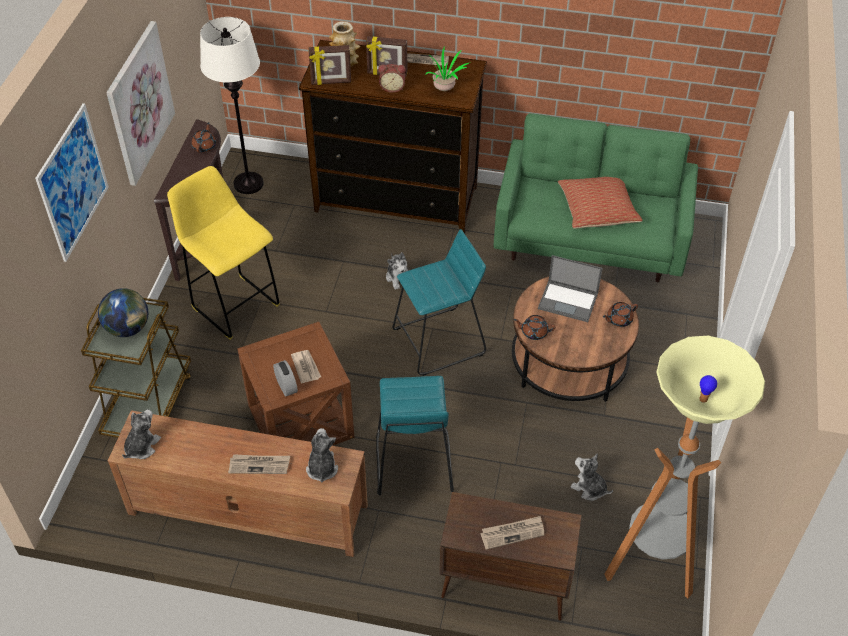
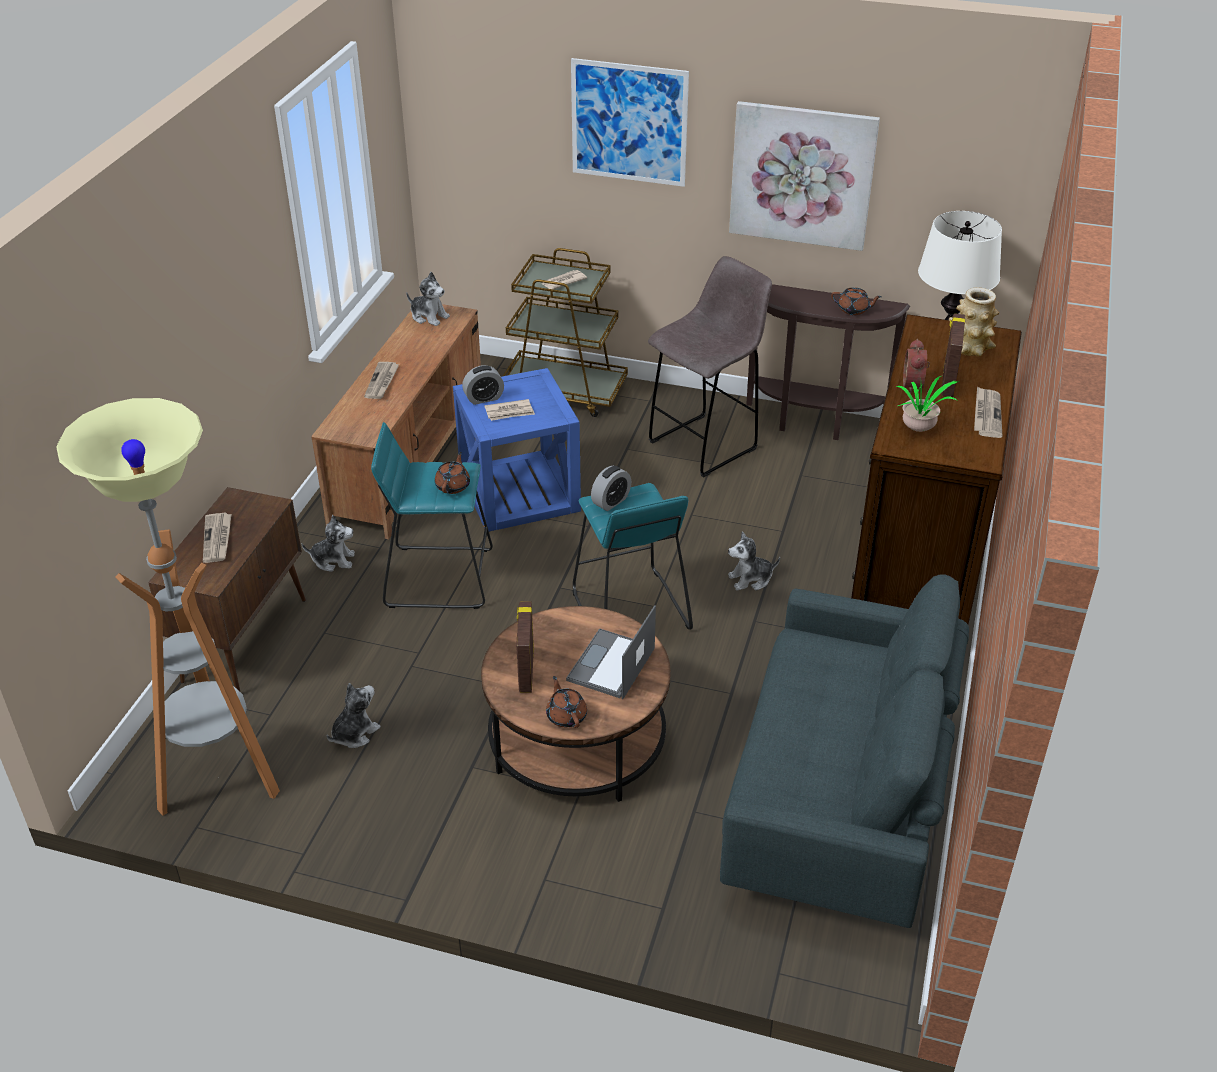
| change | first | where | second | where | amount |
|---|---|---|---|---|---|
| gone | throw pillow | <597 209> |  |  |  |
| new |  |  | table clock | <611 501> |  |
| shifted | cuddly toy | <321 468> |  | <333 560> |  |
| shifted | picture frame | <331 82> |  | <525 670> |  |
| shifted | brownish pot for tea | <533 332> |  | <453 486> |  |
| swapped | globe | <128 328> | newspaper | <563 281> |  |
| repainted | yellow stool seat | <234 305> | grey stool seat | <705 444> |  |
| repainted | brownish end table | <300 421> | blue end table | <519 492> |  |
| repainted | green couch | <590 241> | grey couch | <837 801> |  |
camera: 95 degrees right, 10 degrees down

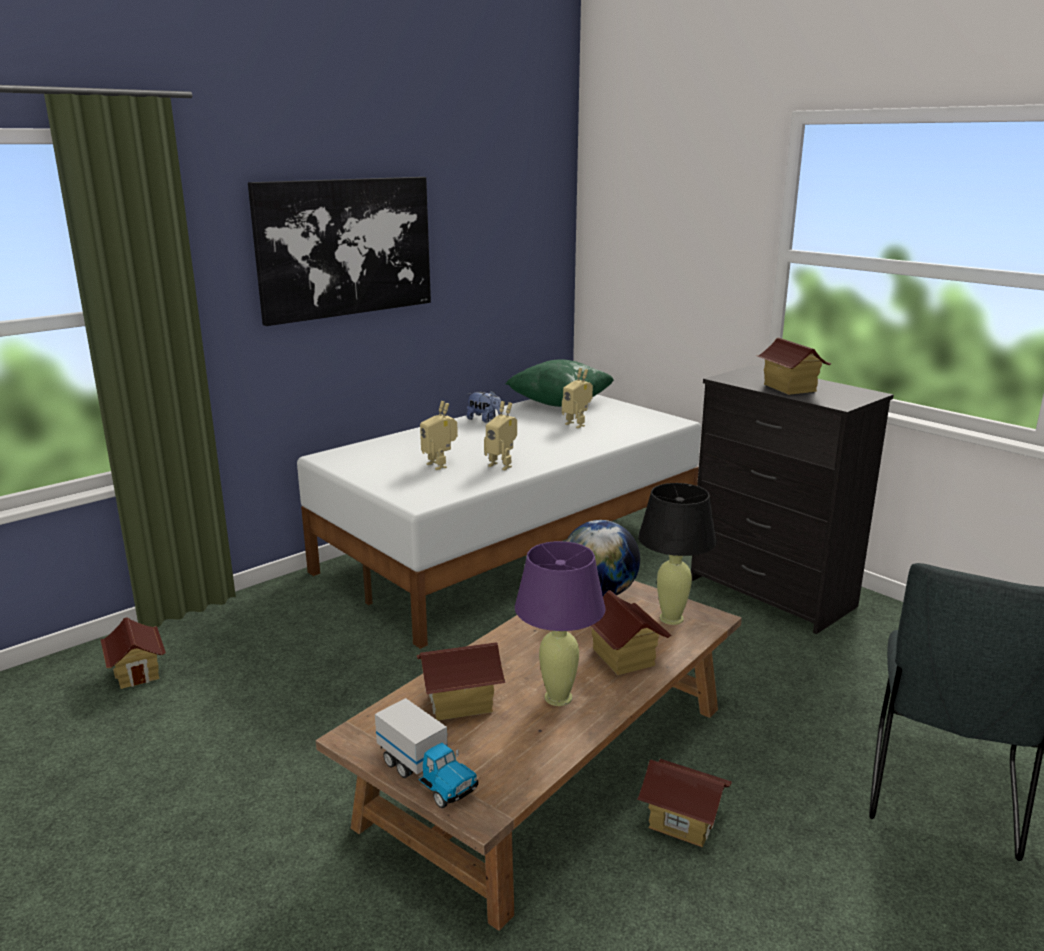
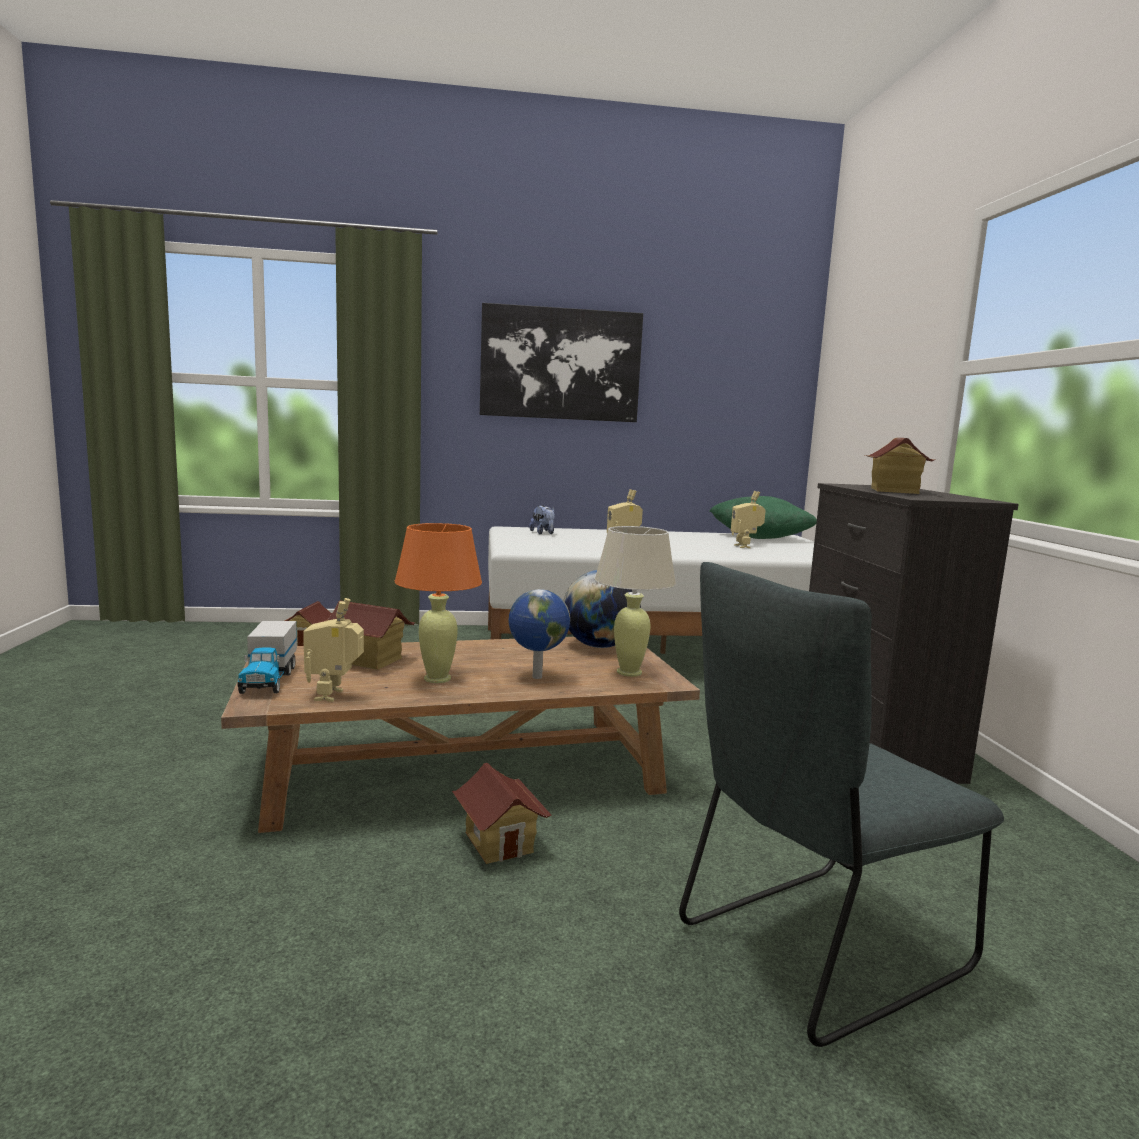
| change | first | where | second | where | amount |
|---|---|---|---|---|---|
| shifted | robot figure | <440 465> |  | <335 695> |  |
| shifted | cuddly toy | <484 420> |  | <543 533> |  |
| swapped | toy house | <622 657> | globe | <535 677> |  |
| repainted | purple lamp for a table | <558 697> | orange-coloured lamp for a table | <438 678> |  |
| repainted | black lamp for a table | <671 618> | beige-coloured lamp for a table | <629 672> |  |
camera: 35 degrees right, 10 degrees down

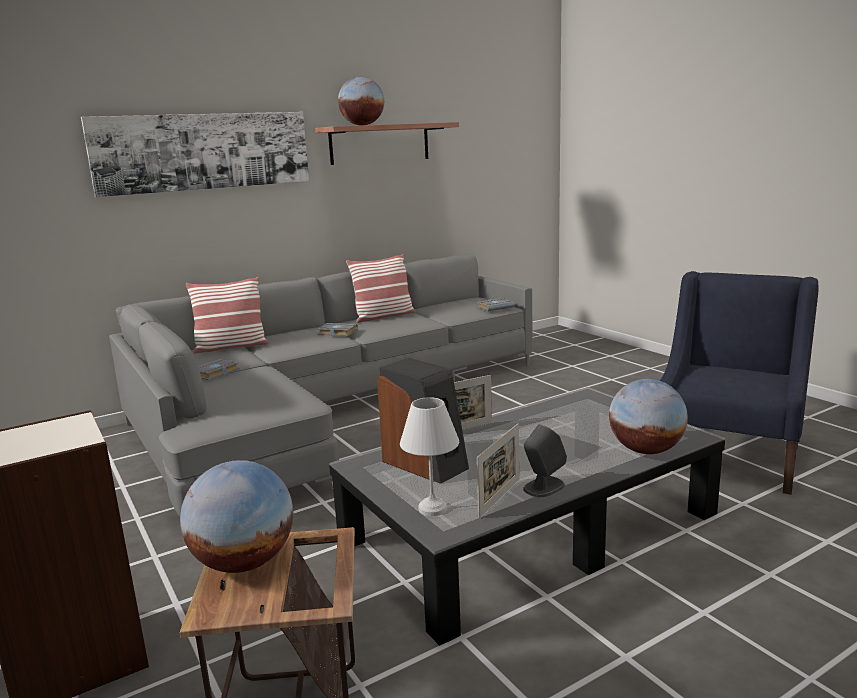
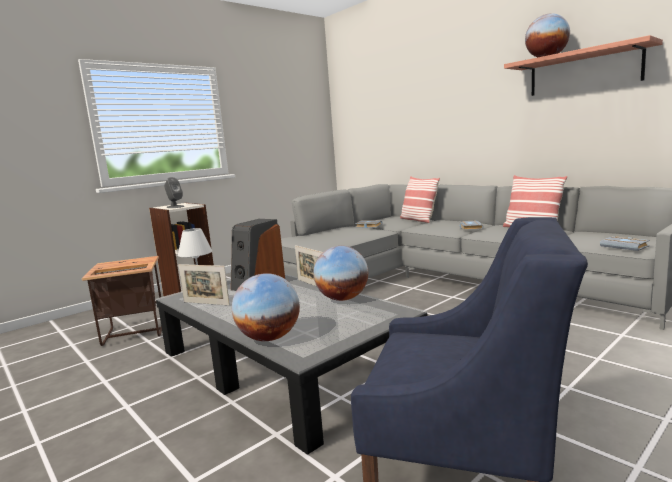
| change | first | where | second | where | amount |
|---|---|---|---|---|---|
| gone | wall art | <204 151> |  |  |  |
| shifted | globe | <243 563> |  | <342 299> |  |
| shifted | grey audio speaker | <543 487> |  | <175 207> |  |
camera: 80 degrees right, 5 degrees down

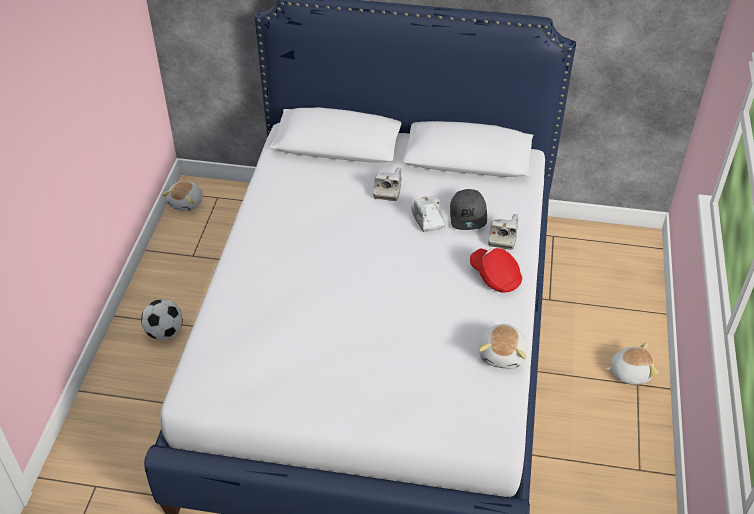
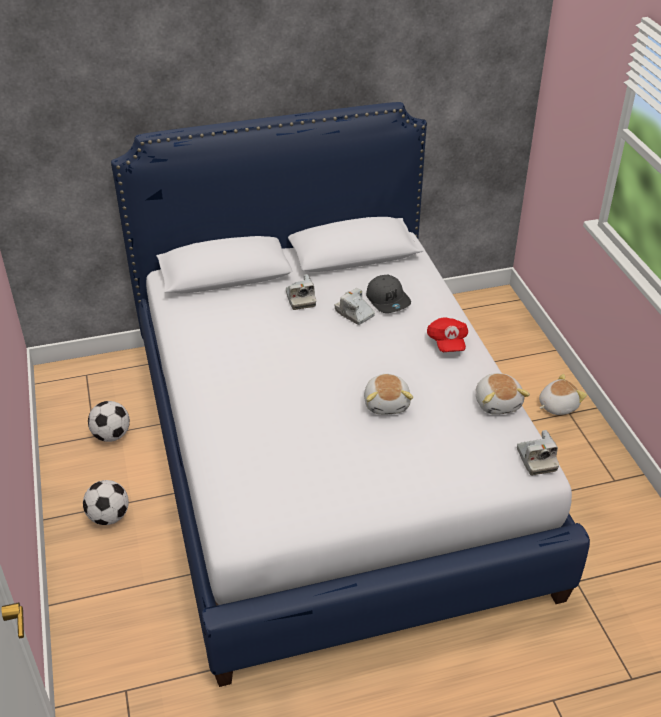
| change | first | where | second | where | amount |
|---|---|---|---|---|---|
| new |  |  | football ball | <111 435> |  |
| shifted | cuddly toy | <187 203> |  | <387 403> |  |
| shifted | still camera | <502 237> |  | <536 460> |  |
| rotated | red-coloured cap | <495 277> |  | <447 343> | 120 degrees counterclockwise |
camera: 25 degrees left, 5 degrees down

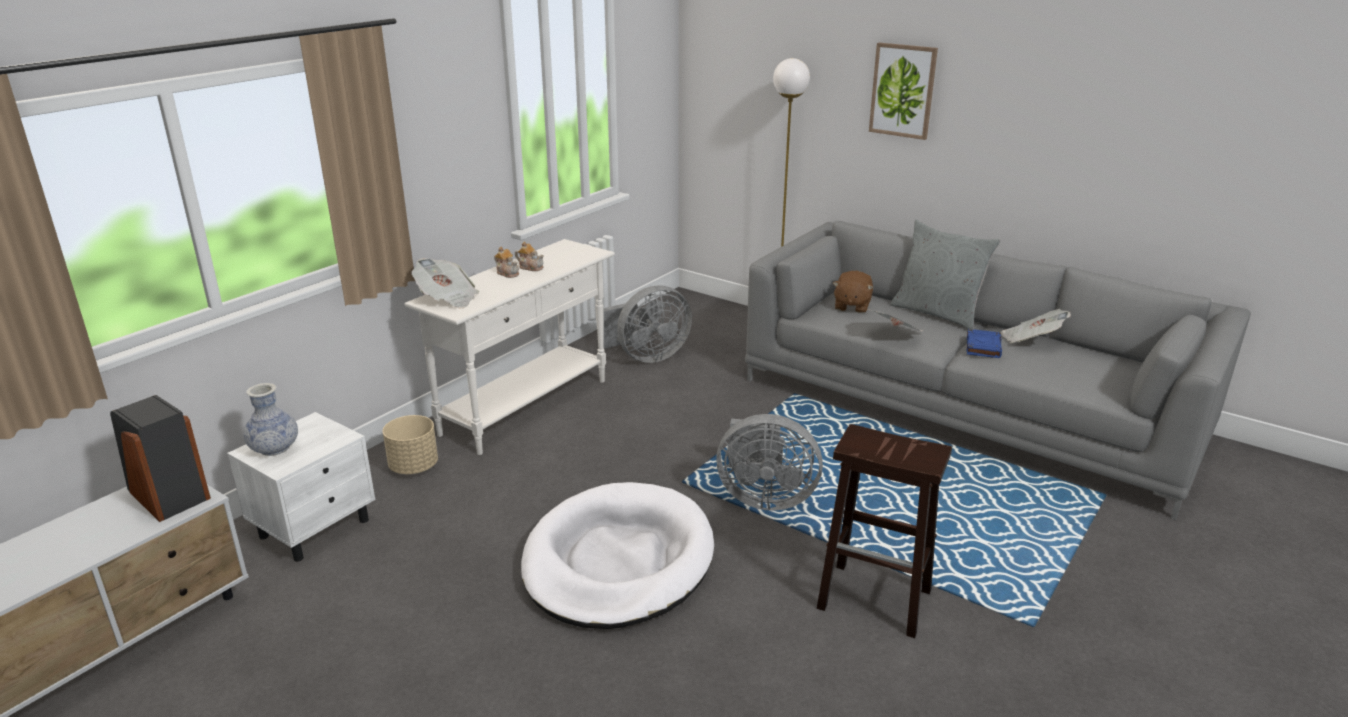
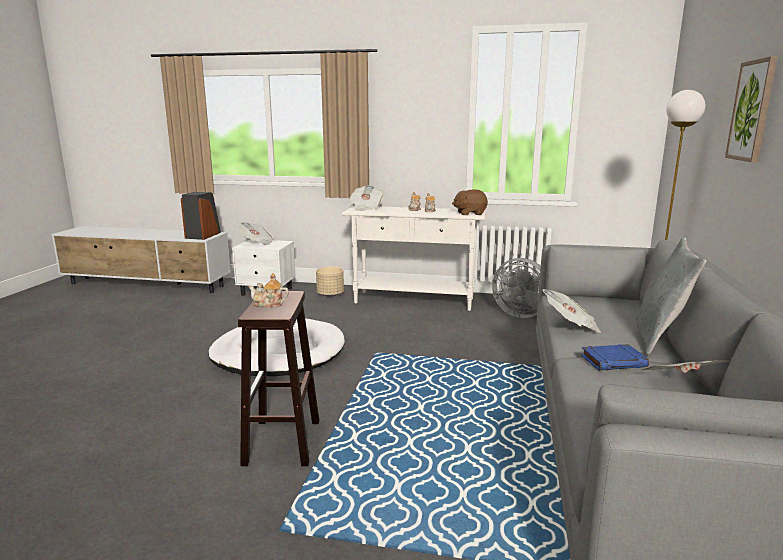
| change | first | where | second | where | amount |
|---|---|---|---|---|---|
| gone | grey fan | <764 498> |  |  |  |
| new |  |  | pot for tea | <268 305> |  |
| shifted | brownish cuddly toy | <851 306> |  | <470 213> |  |
| swapped | flower vase | <274 448> | newspaper | <257 242> |  |
camera: 65 degrees right, 10 degrees down

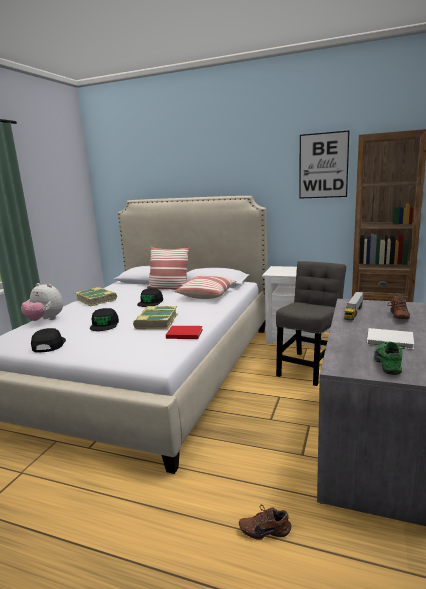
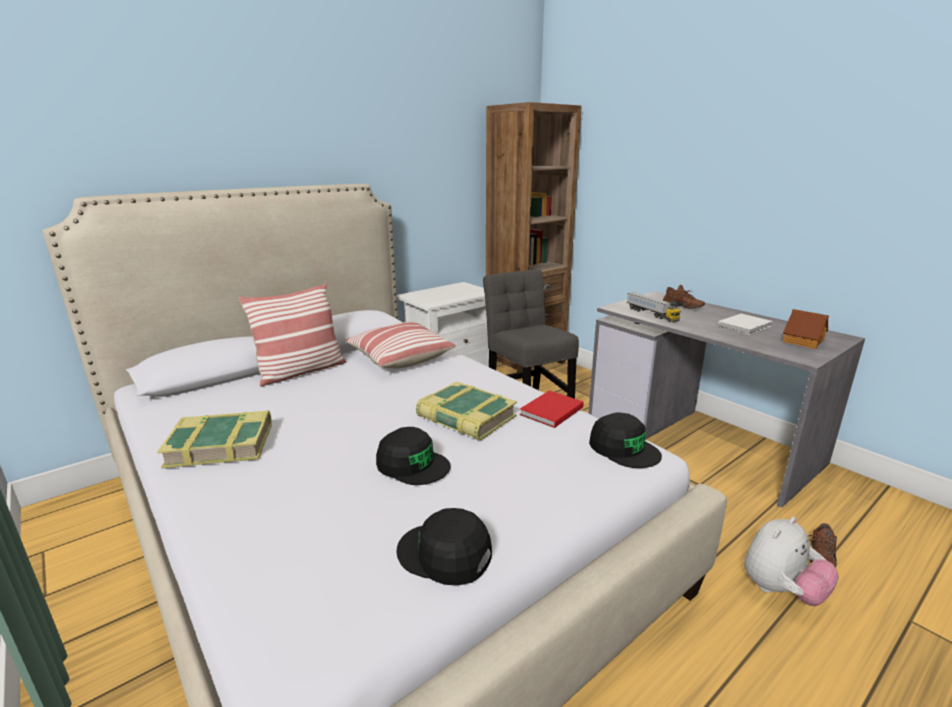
| change | first | where | second | where | amount |
|---|---|---|---|---|---|
| gone | wall art | <323 165> |  |  |  |
| shifted | cuddly toy | <45 320> |  | <780 591> |  |
| shifted | black cap | <150 302> |  | <623 448> |  |
| swapped | green item of footwear | <389 364> | toy house | <804 341> |  |
camera: 60 degrees left, 5 degrees up

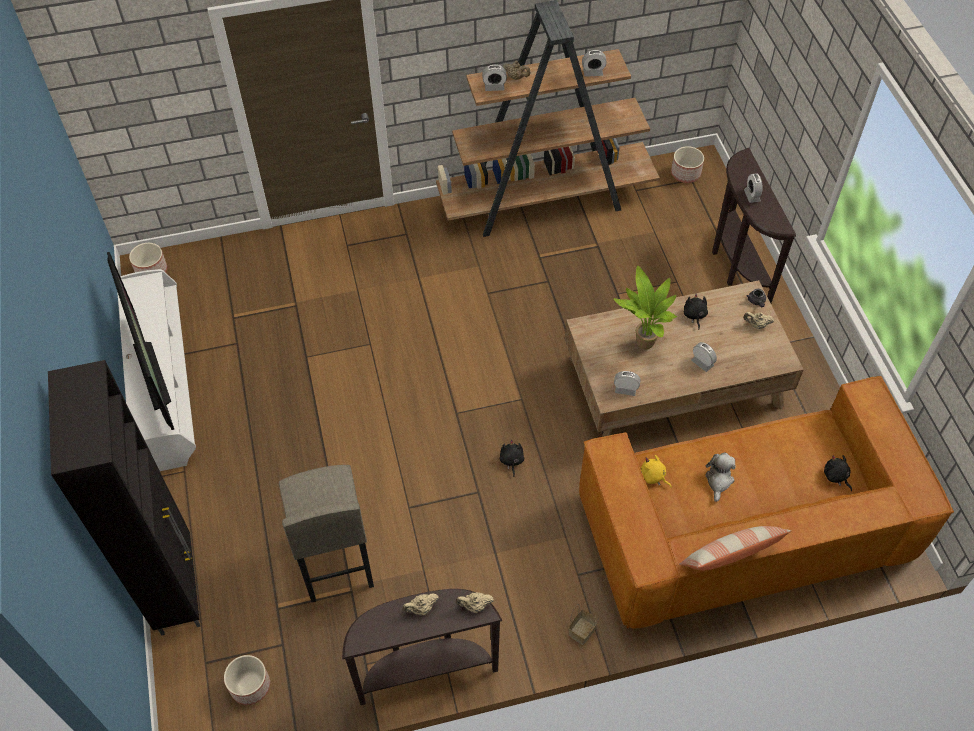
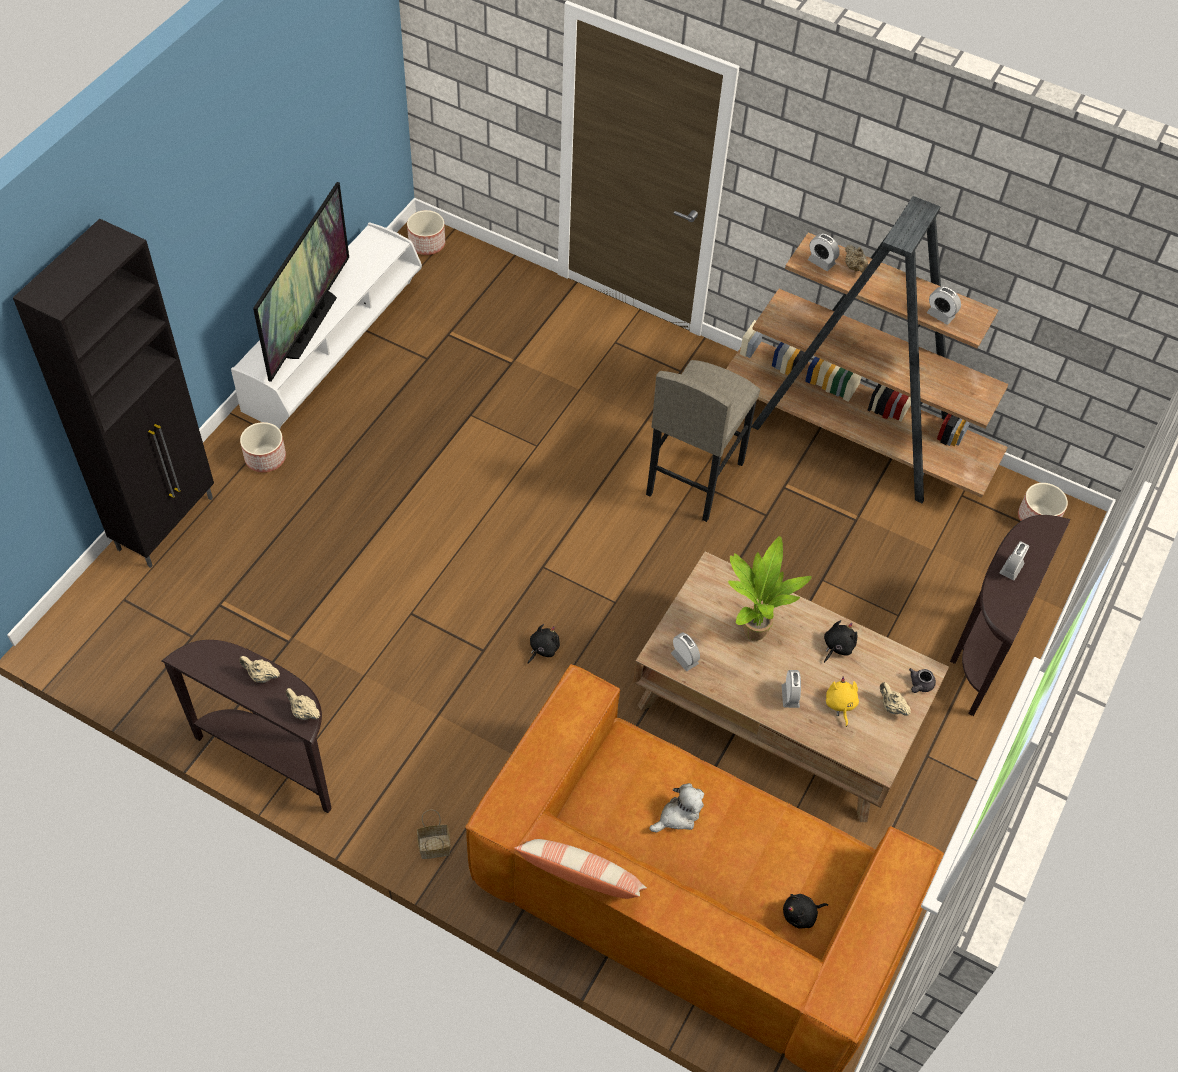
| change | first | where | second | where | amount |
|---|---|---|---|---|---|
| shifted | plant pot | <249 685> |  | <265 457> |  |
| shifted | grey stool seat | <334 559> |  | <693 478> |  |
| shifted | yellow cuddly toy | <653 476> |  | <840 704> |  |
| rotated | black cuddly toy | <836 476> |  | <801 915> | 120 degrees counterclockwise |
camera: 40 degrees right, 0 degrees up

